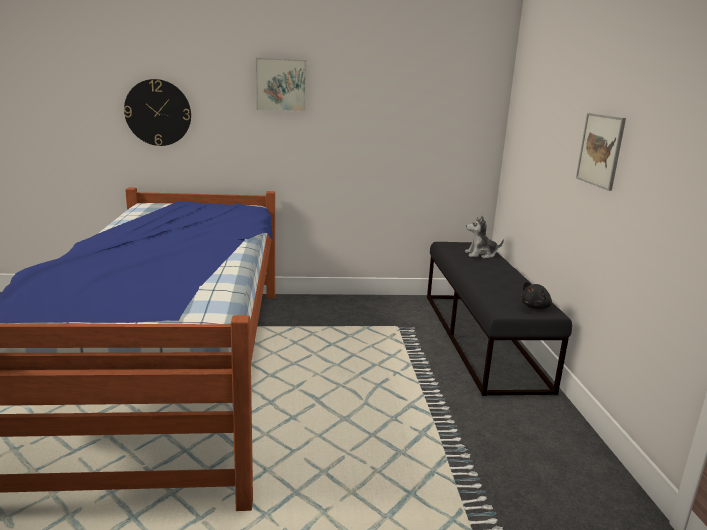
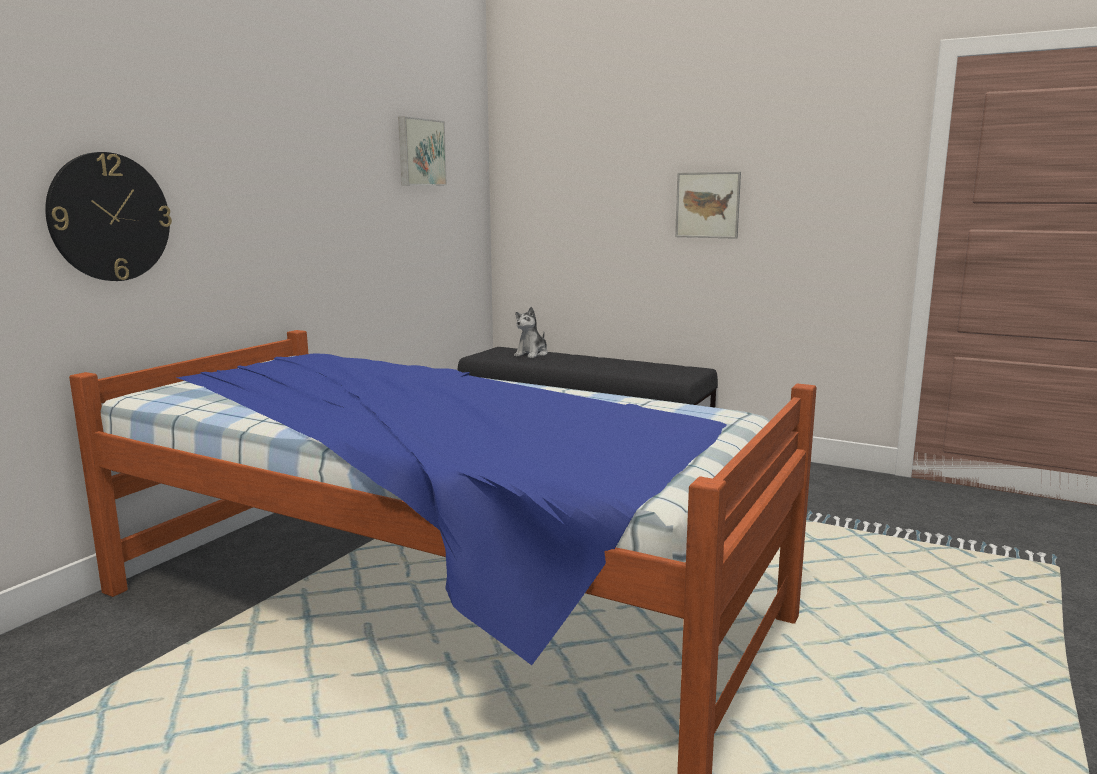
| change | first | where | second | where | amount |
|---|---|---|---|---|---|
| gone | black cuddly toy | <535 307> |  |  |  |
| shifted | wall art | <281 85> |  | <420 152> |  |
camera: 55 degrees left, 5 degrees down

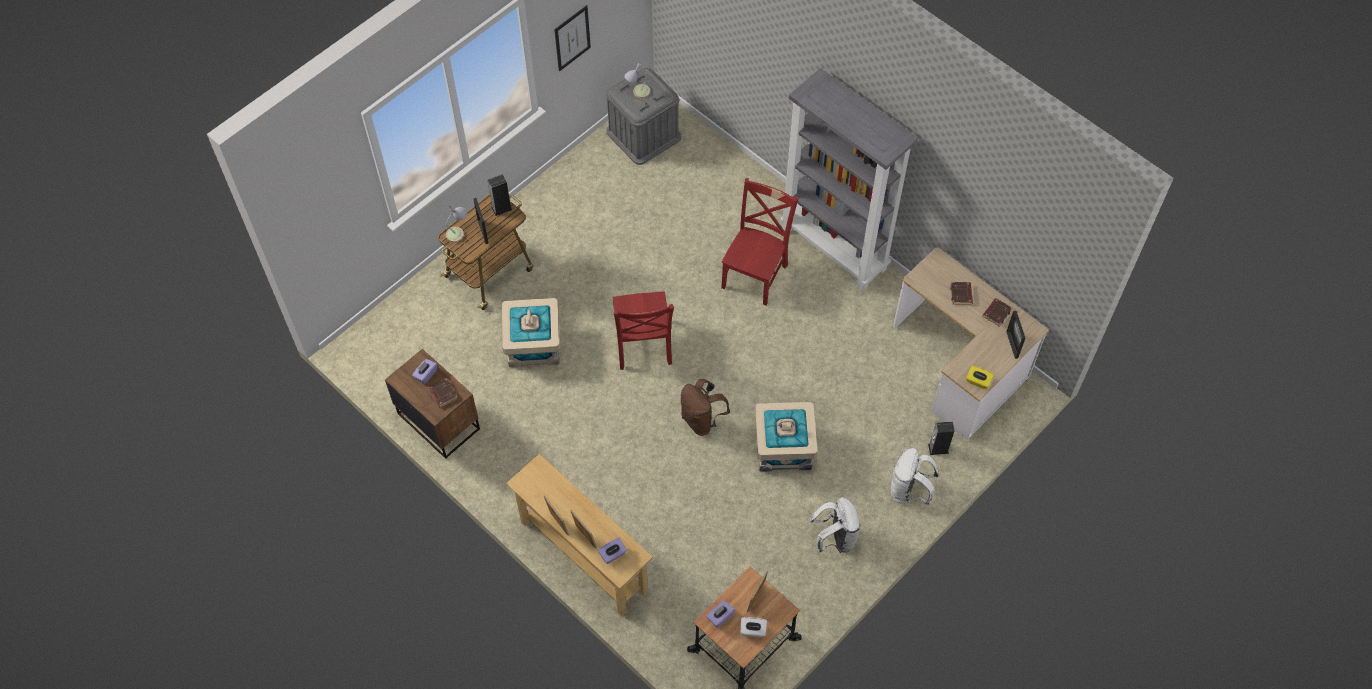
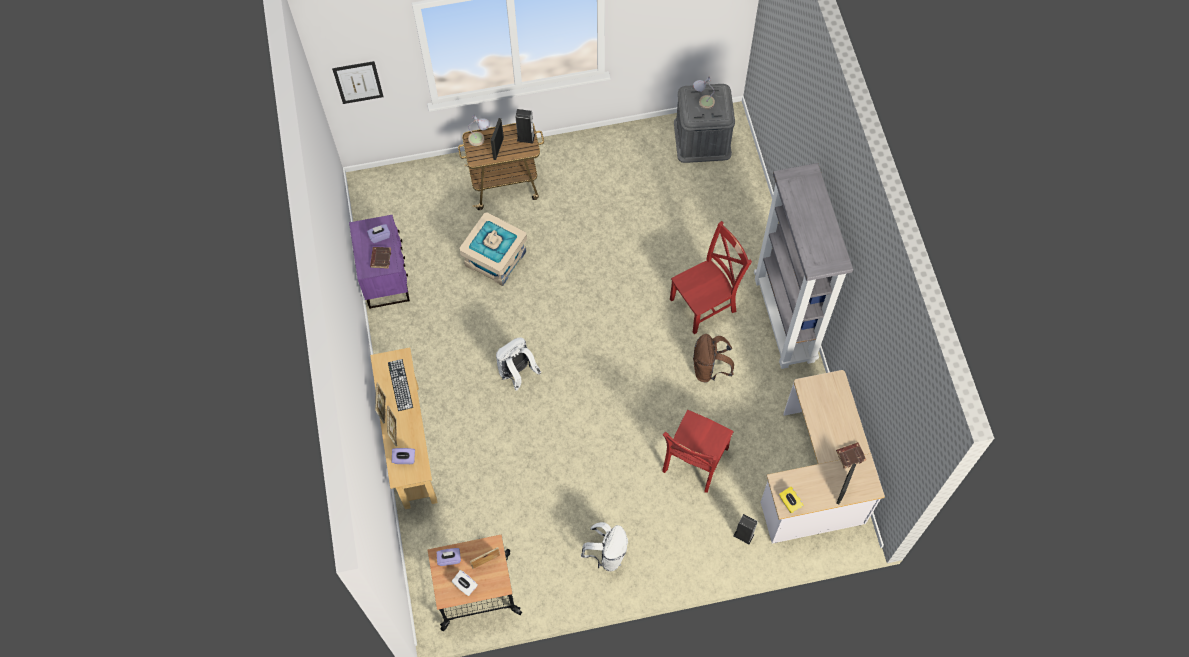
| change | first | where | second | where | amount |
|---|---|---|---|---|---|
| gone | beige-coloured storage bin | <783 447> |  |  |  |
| gone | brownish volume | <961 295> |  |  |  |
| new |  |  | computer keyboard | <400 385> |  |
| shifted | wall art | <572 38> |  | <358 82> |  |
| shifted | red-coloured upright chair | <643 346> |  | <694 462> |  |
| shifted | brownish backpack | <702 420> |  | <709 369> |  |
| shifted | white backpack | <909 490> |  | <517 373> |  |
| repainted | brownish bedside table | <439 421> | purple bedside table | <386 277> |  |
camera: 35 degrees right, 5 degrees up

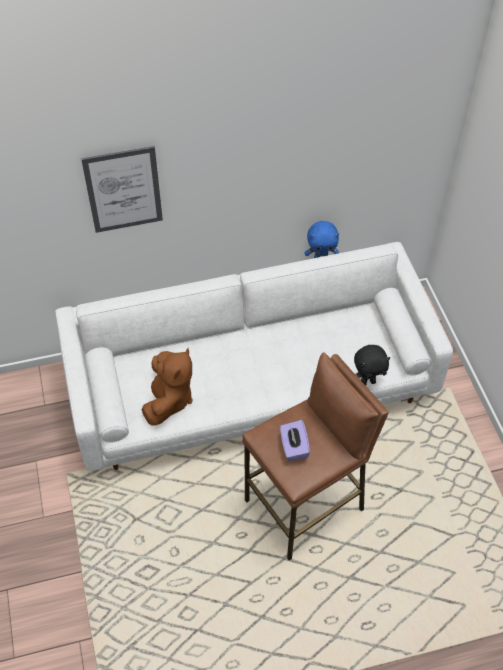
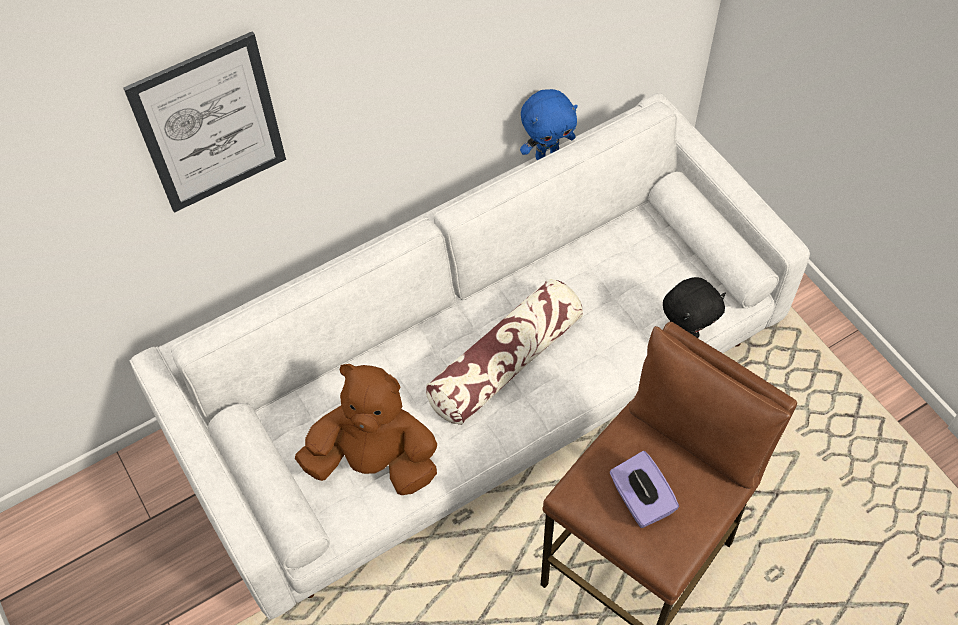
| change | first | where | second | where | amount |
|---|---|---|---|---|---|
| new |  |  | throw pillow | <506 362> |  |
| rotated | brownish cuddly toy | <169 400> |  | <375 461> | 75 degrees counterclockwise |
camera: 15 degrees left, 5 degrees up

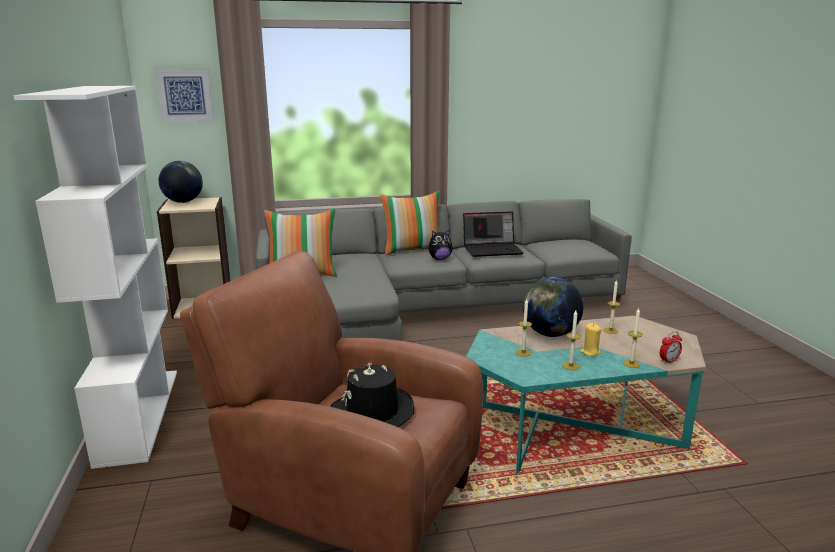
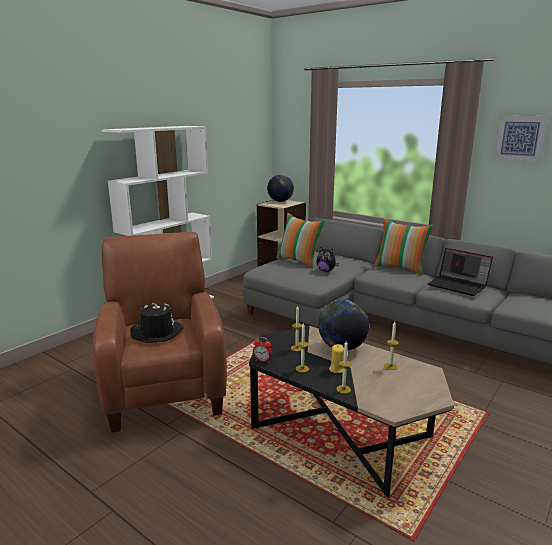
| change | first | where | second | where | amount |
|---|---|---|---|---|---|
| shifted | wall art | <185 95> |  | <520 138> |  |
| shifted | cuddly toy | <439 259> |  | <326 271> |  |
| shifted | table clock | <669 361> |  | <262 361> |  |
| repainted | blue-green coffee table | <577 427> | black coffee table | <341 433> |  |
camera: 50 degrees right, 0 degrees up

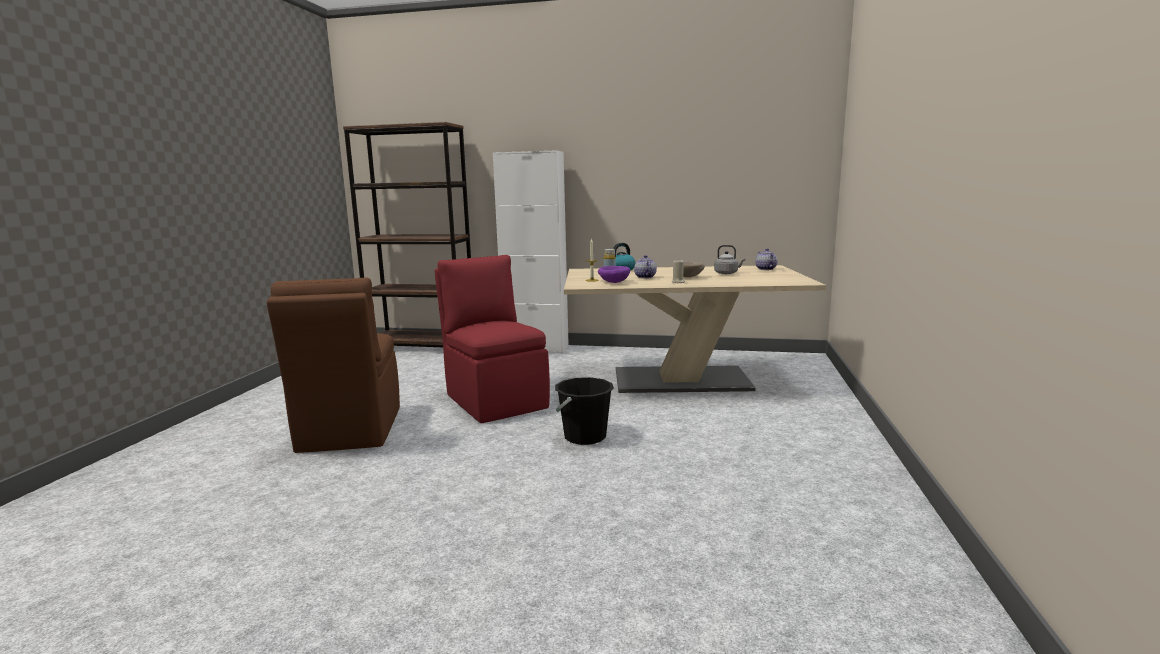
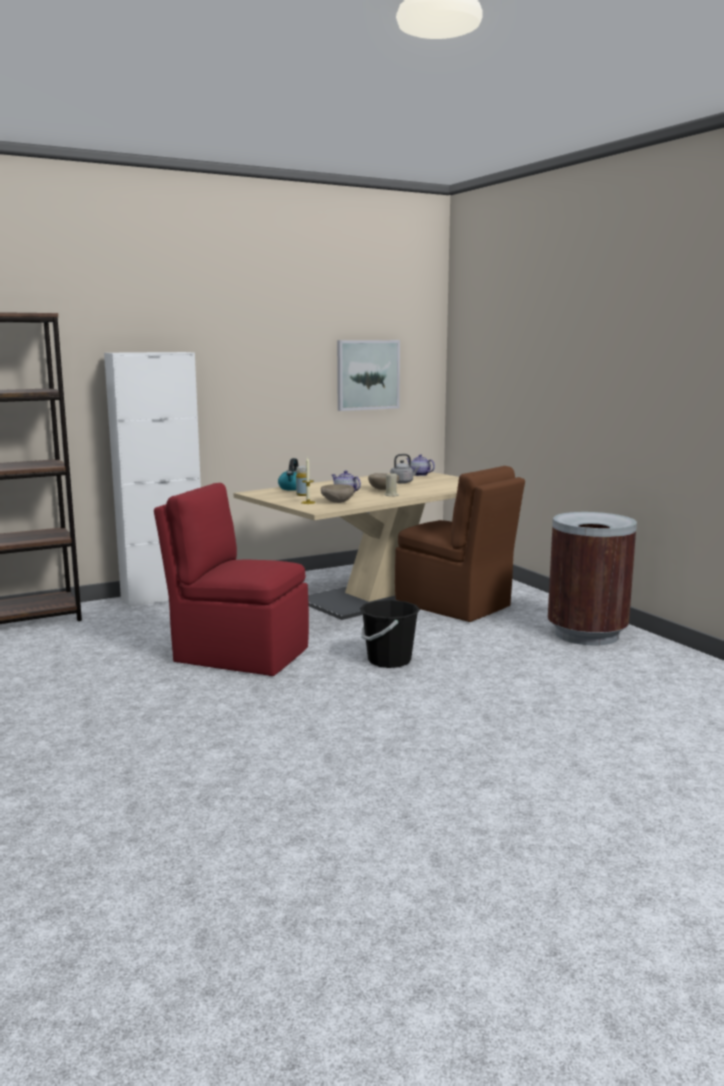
| change | first | where | second | where | amount |
|---|---|---|---|---|---|
| new |  |  | wall art | <367 375> |  |
| new |  |  | brownish rubbish bin | <587 634> |  |
| shifted | brownish upright chair | <349 430> |  | <455 605> |  |
| repainted | purple deep dish | <613 282> | beige-coloured deep dish | <337 502> |  |
camera: 40 degrees left, 0 degrees up

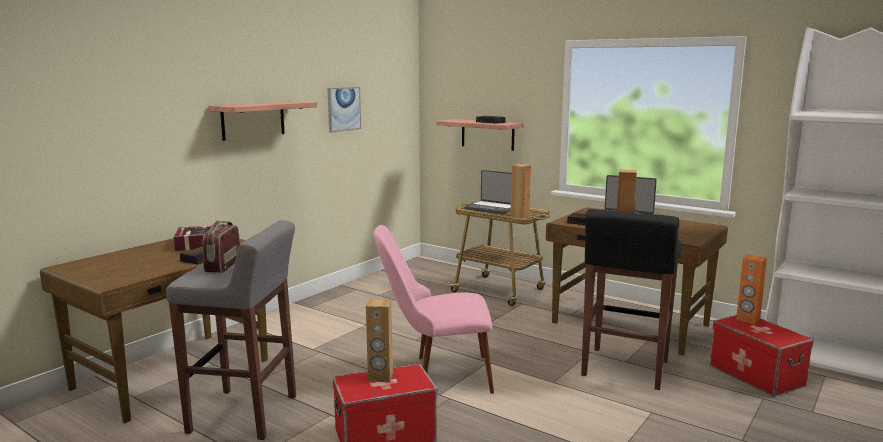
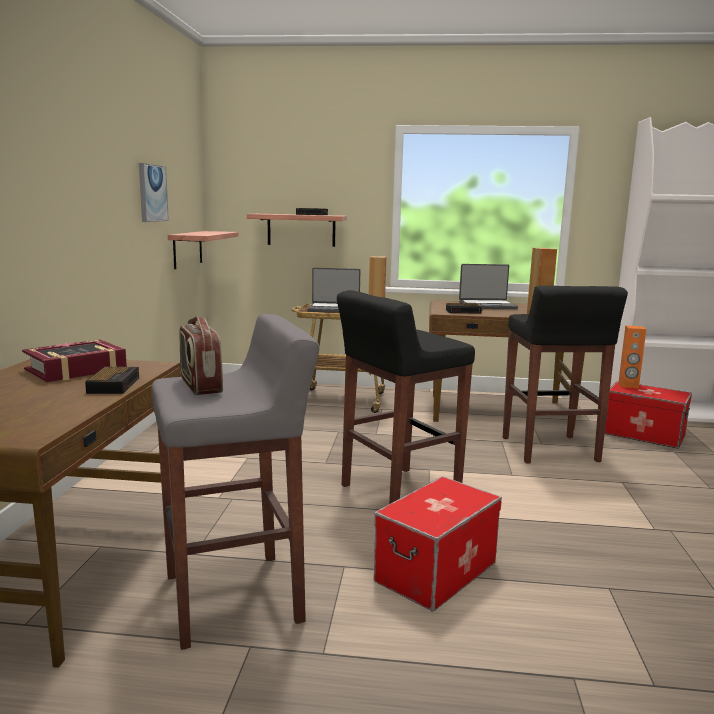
| change | first | where | second | where | amount |
|---|---|---|---|---|---|
| gone | brownish audio speaker | <380 377> |  |  |  |
| shifted | wall shelf | <253 120> |  | <187 249> |  |
| swapped | pinkish upright chair | <436 375> | black stool seat | <397 493> |  |
camera: 30 degrees left, 0 degrees up

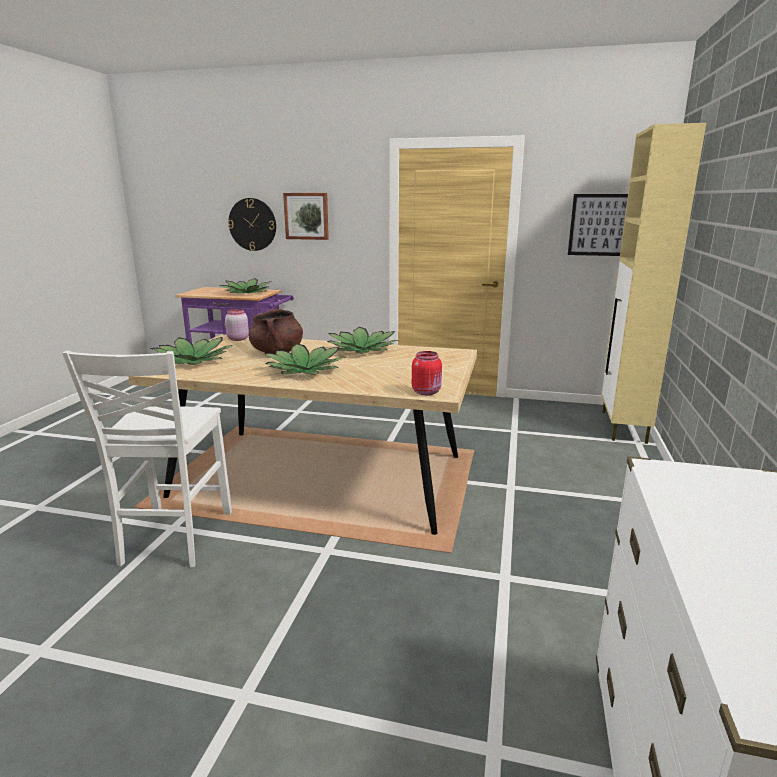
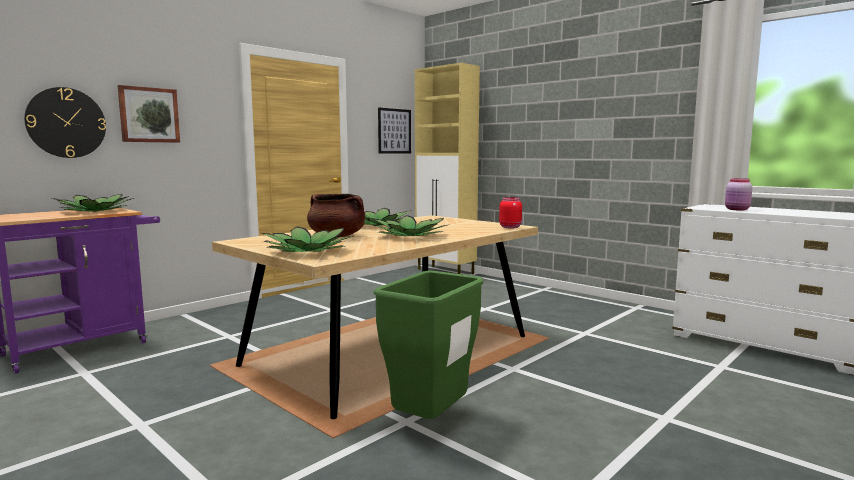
| change | first | where | second | where | amount |
|---|---|---|---|---|---|
| shifted | pinkish storage jar | <237 339> |  | <737 209> |  |
| swapped | white upright chair | <174 538> | green rubbish bin | <430 422> |  |
camera: 60 degrees left, 10 degrees down

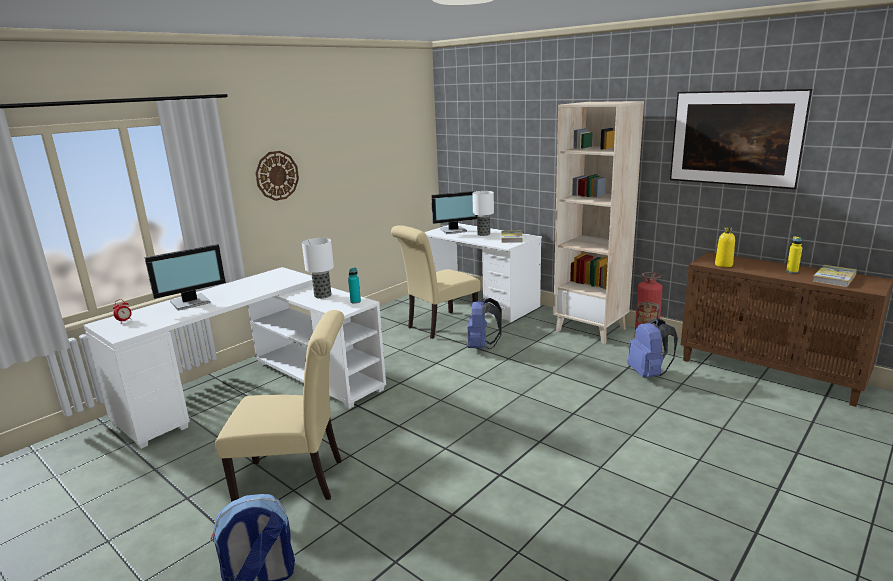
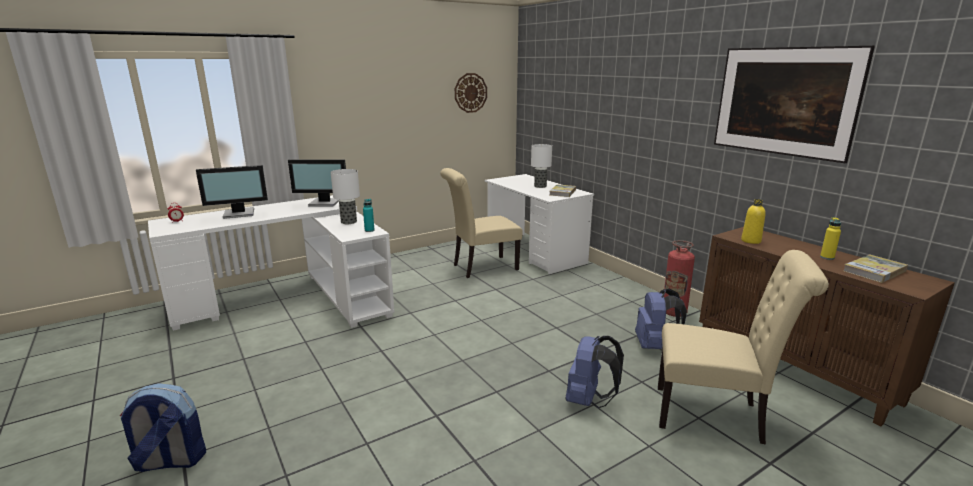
| change | first | where | second | where | amount |
|---|---|---|---|---|---|
| gone | beige-coloured shelving unit | <591 329> |  |  |  |
| shifted | beige-coloured upright chair | <297 480> |  | <715 415> |  |
| shifted | clock on the wall | <277 175> |  | <470 93> |  |
| shifted | computer display | <454 230> |  | <324 203> |  |
| shifted | blue backpack | <482 347> |  | <589 400> |  |
camera: 15 degrees right, 0 degrees up

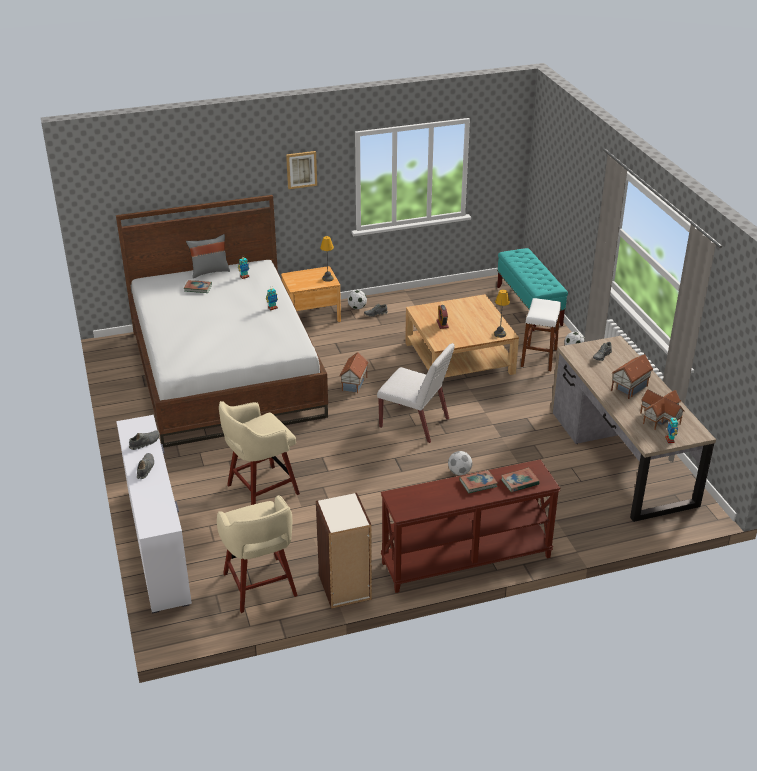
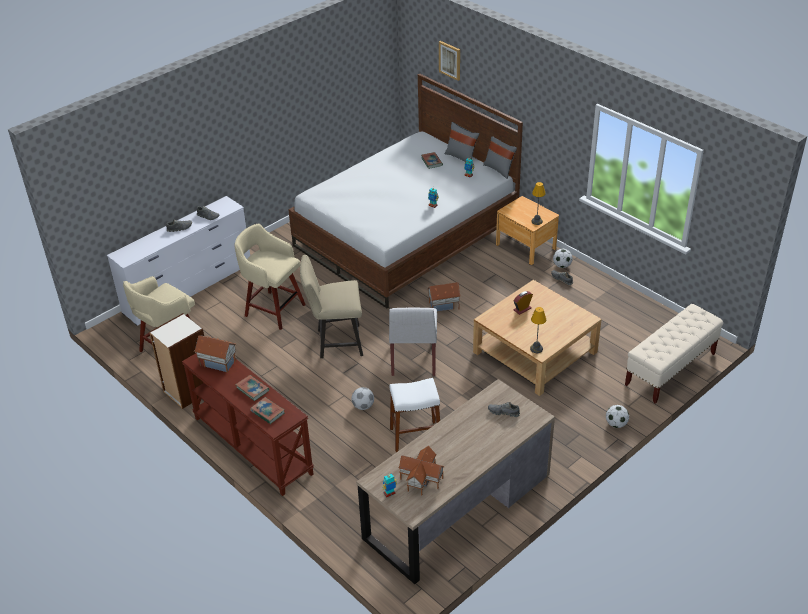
| change | first | where | second | where | amount |
|---|---|---|---|---|---|
| new |  |  | beige-coloured upright chair | <335 342> |  |
| new |  |  | grey throw pillow | <499 169> |  |
| shifted | wall art | <301 169> |  | <450 60> |  |
| shifted | white stool seat | <539 358> |  | <415 436> |  |
| shifted | toy house | <629 388> |  | <218 362> |  |
| repainted | blue-green bench | <529 306> | beige-coloured bench | <670 369> |  |
camera: 65 degrees right, 5 degrees up

